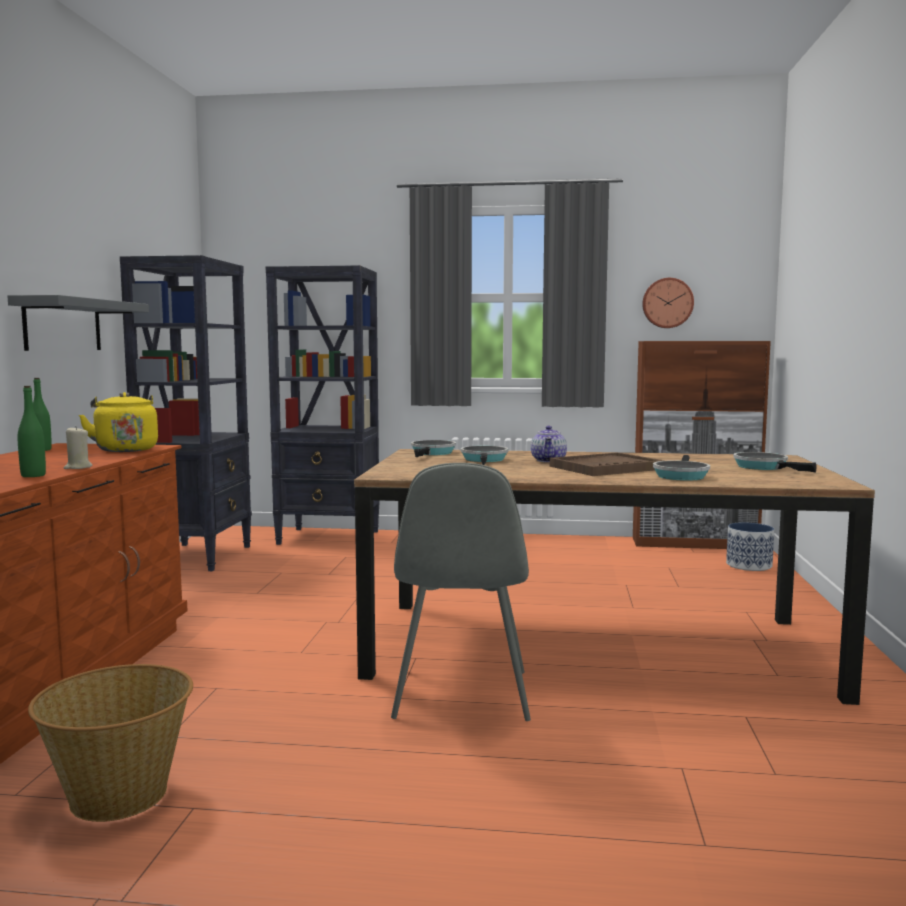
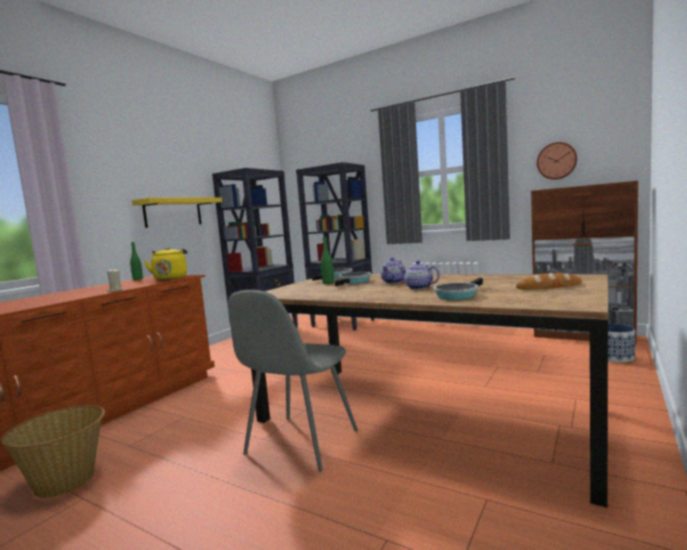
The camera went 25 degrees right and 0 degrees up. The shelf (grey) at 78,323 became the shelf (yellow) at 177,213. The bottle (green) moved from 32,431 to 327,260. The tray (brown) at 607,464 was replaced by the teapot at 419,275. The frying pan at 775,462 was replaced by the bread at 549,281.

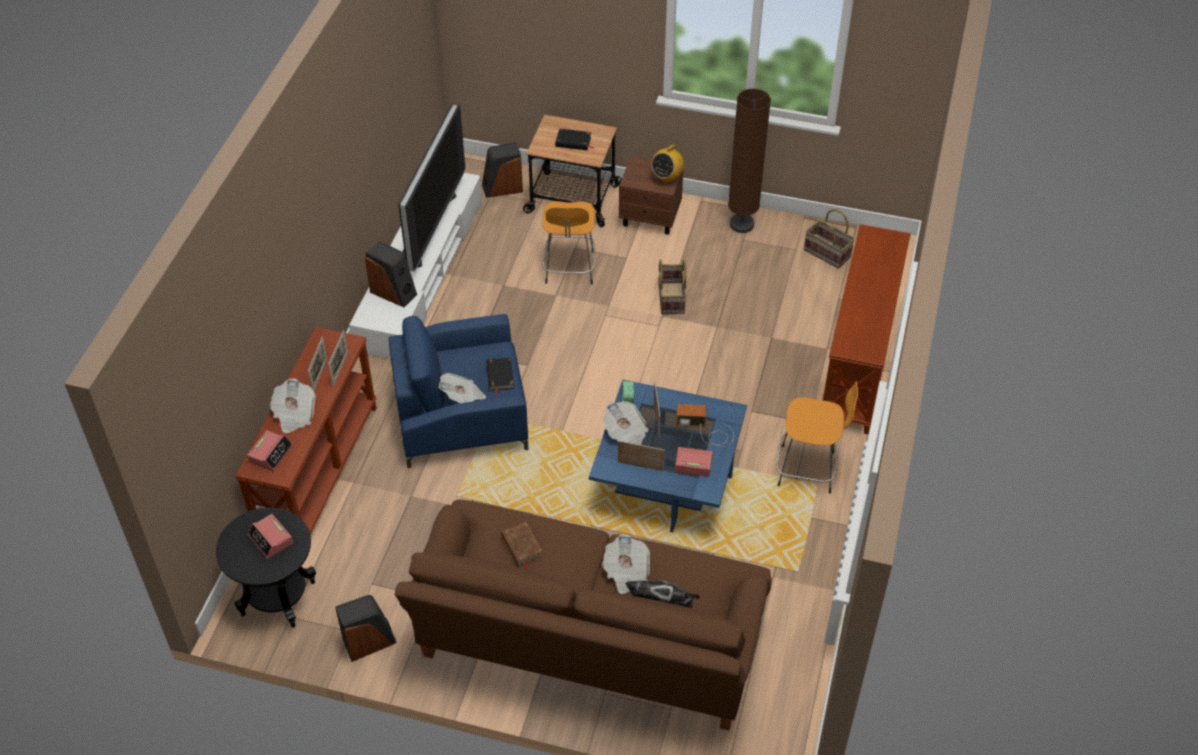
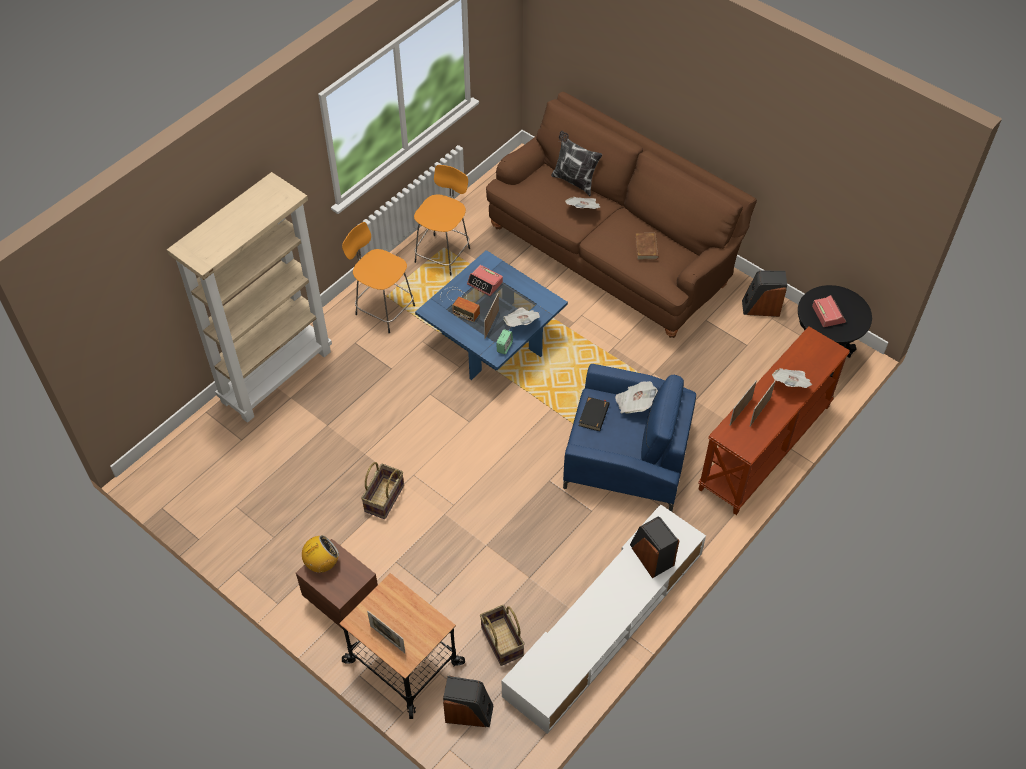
The camera went 155 degrees left and 5 degrees up. The floor lamp (brown) at 749,161 disappeared. The television at 431,187 disappeared. The book (black) at 574,139 disappeared. The stool (orange) moved from 569,242 to 442,220. The basket moved from 829,238 to 502,635. The console table (brown) at 866,329 was replaced by the bookcase (beige) at 249,297. The alarm clock at 270,451 disappeared. The picture frame moved from 641,456 to 386,632.

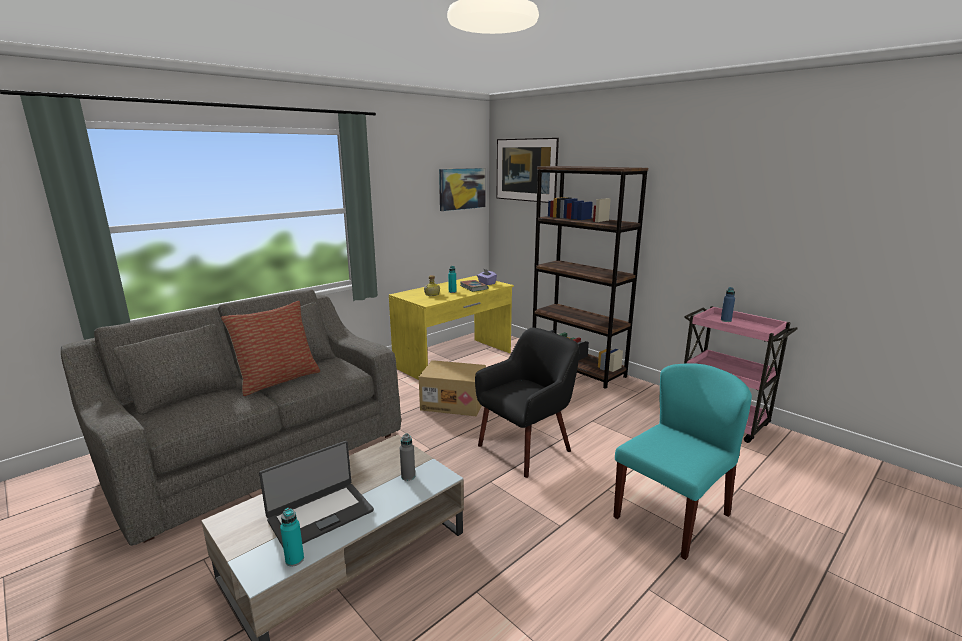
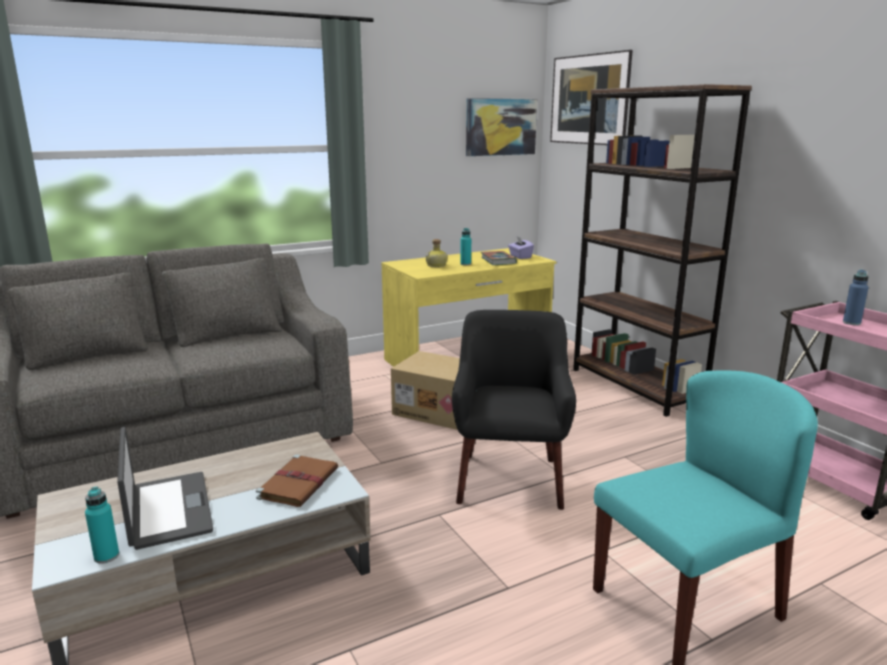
The camera went 15 degrees right and 0 degrees up. The pillow at 270,348 disappeared. The armchair (black) at 527,403 turned 60 degrees counterclockwise. The bottle (grey) at 407,457 was replaced by the book (brown) at 297,480. The laptop at 316,494 turned 90 degrees counterclockwise.

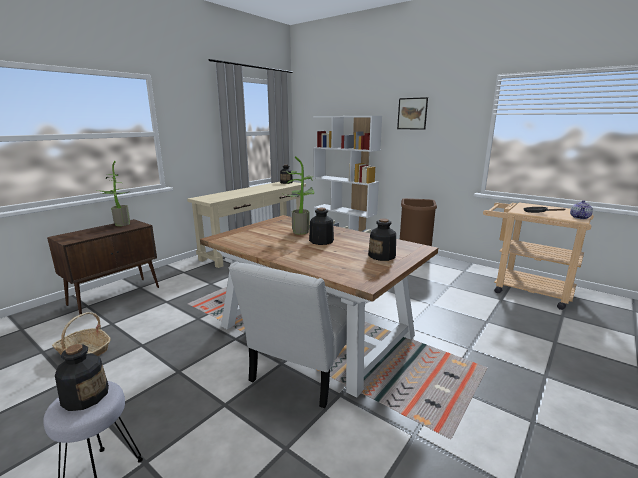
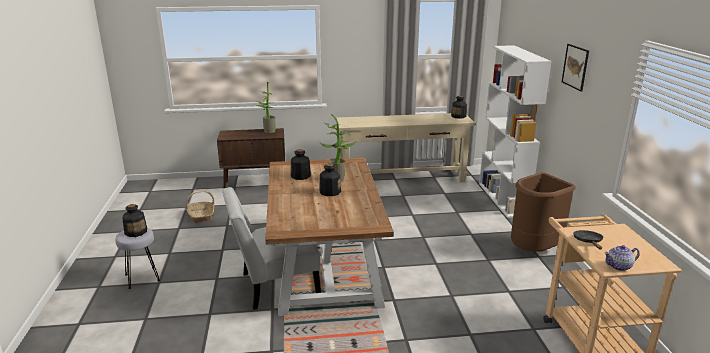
The camera went 45 degrees right and 5 degrees up. The bottle moved from 382,240 to 301,164.

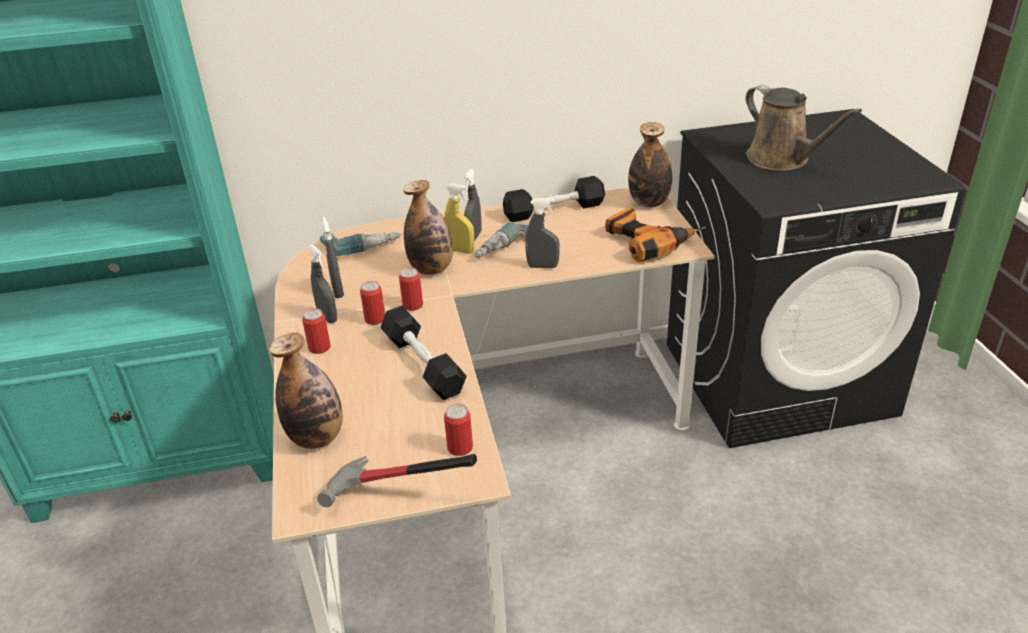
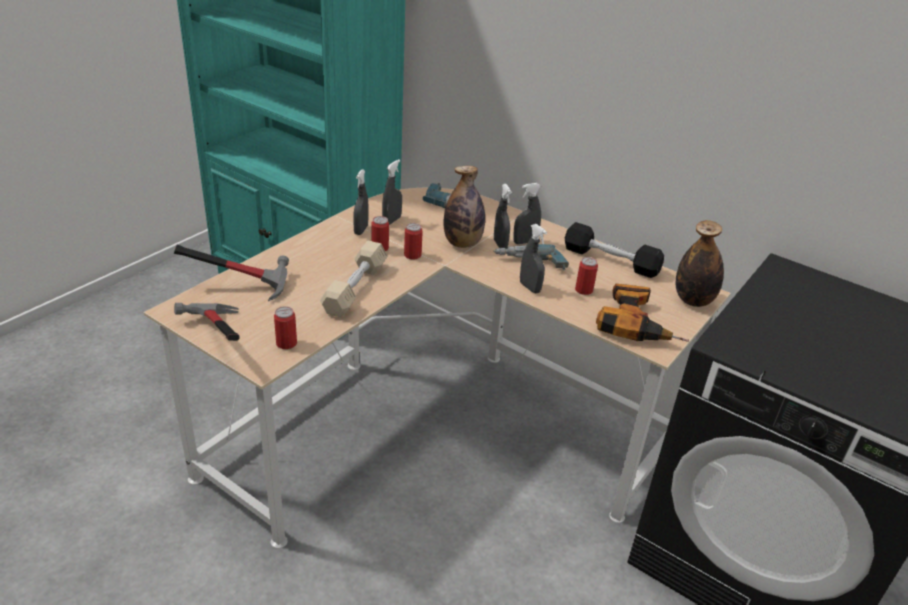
The camera went 45 degrees right and 0 degrees up. The watering can (brown) at 803,128 disappeared. The spray bottle (yellow) at 459,218 became the spray bottle (grey) at 503,216. The dumbbell (black) at 423,353 became the dumbbell (beige) at 354,279. The can moved from 316,331 to 586,276. The bottle at 306,391 was replaced by the hammer at 231,273.

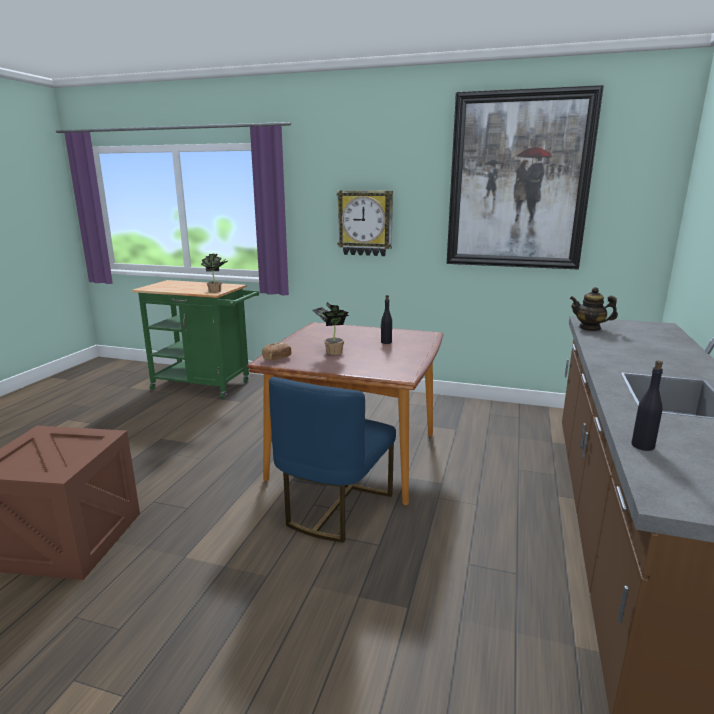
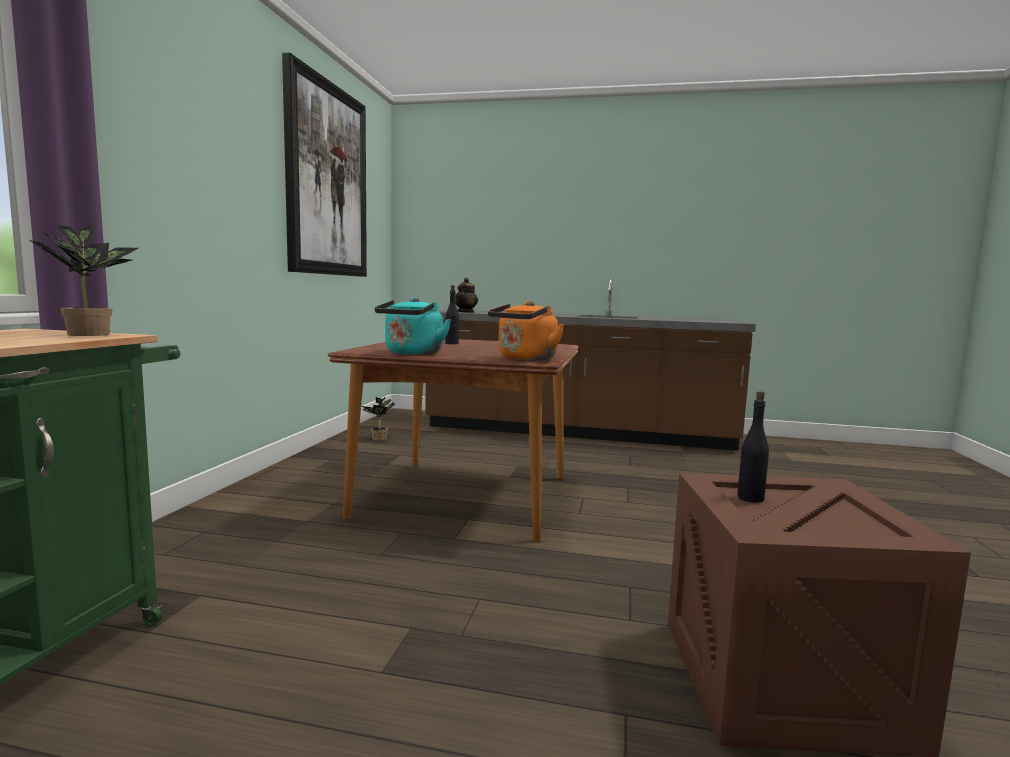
The camera went 95 degrees left and 10 degrees down. The wall clock at 365,223 disappeared. The potted plant moved from 330,328 to 378,419. The bread at 277,351 was replaced by the kettle (orange) at 526,331. The bottle (black) moved from 647,405 to 753,447. The chair (blue) at 332,460 disappeared. The kettle (turquoise) at 412,326 appeared.

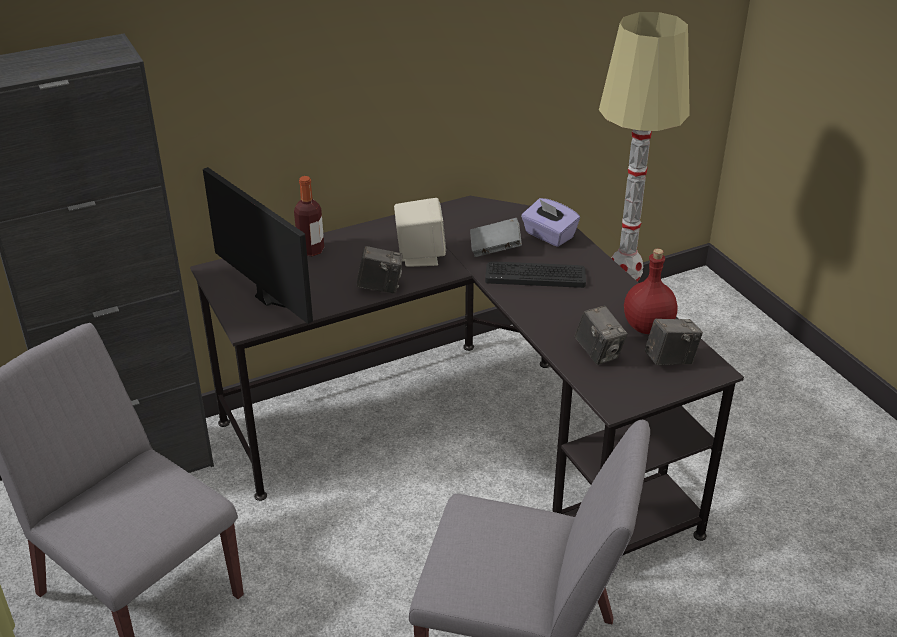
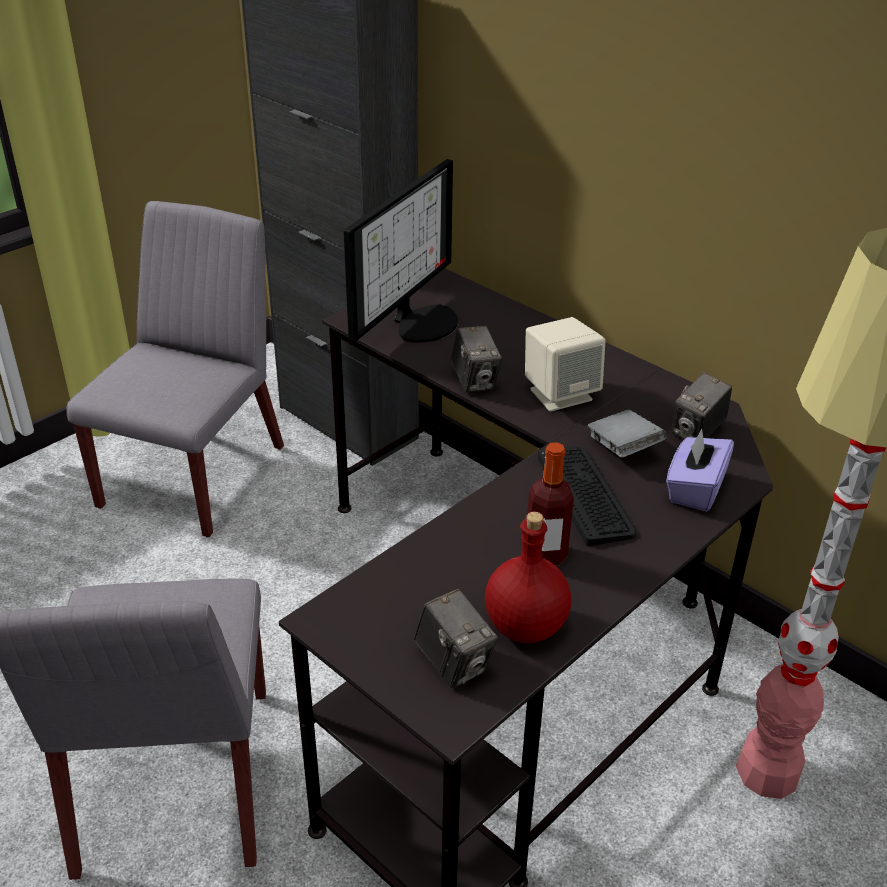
The camera went 70 degrees right and 0 degrees up. The bottle moved from 309,216 to 550,504. The photo camera moved from 601,335 to 701,405.

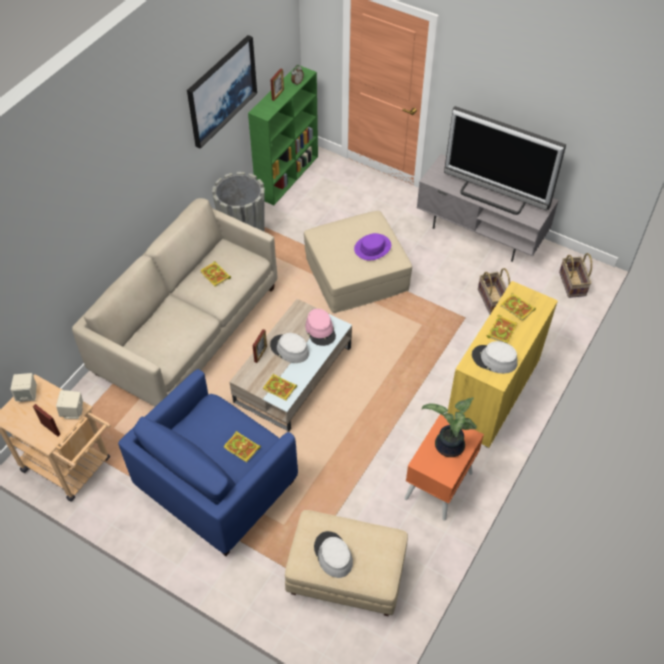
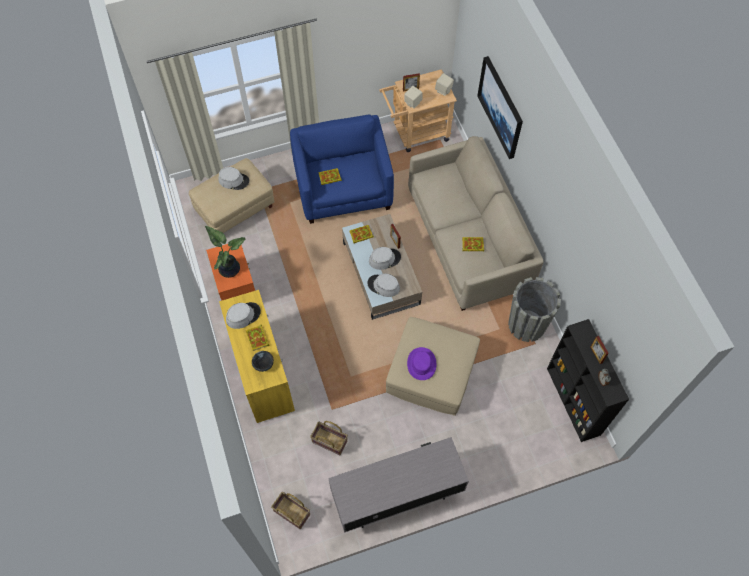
The camera went 130 degrees right and 10 degrees up. The picture moved from 222,92 to 500,107. The bookcase (green) at 283,135 became the bookcase (black) at 588,380. The television at 505,160 disappeared. The book at 518,307 was replaced by the bowl (black) at 263,361. The hat (pink) at 320,327 became the hat (grey) at 383,285.

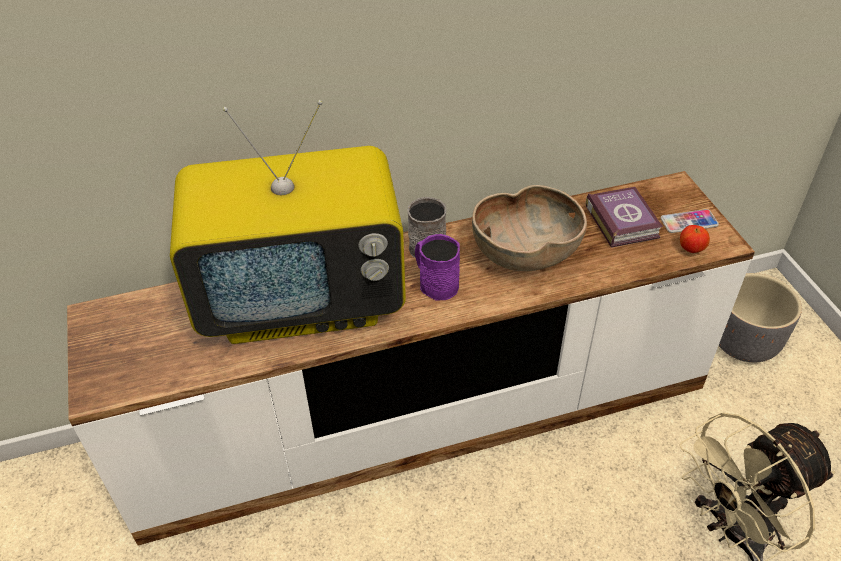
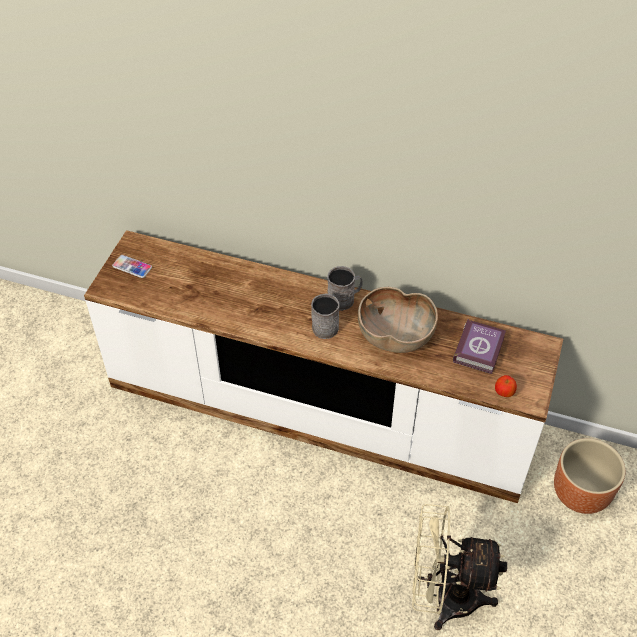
The camera went 35 degrees right and 5 degrees up. The television at 288,222 disappeared. The phone moved from 690,221 to 132,266. The mug (purple) at 437,267 became the mug (grey) at 325,316. The planter (grey) at 760,317 became the planter (brown) at 589,476.

